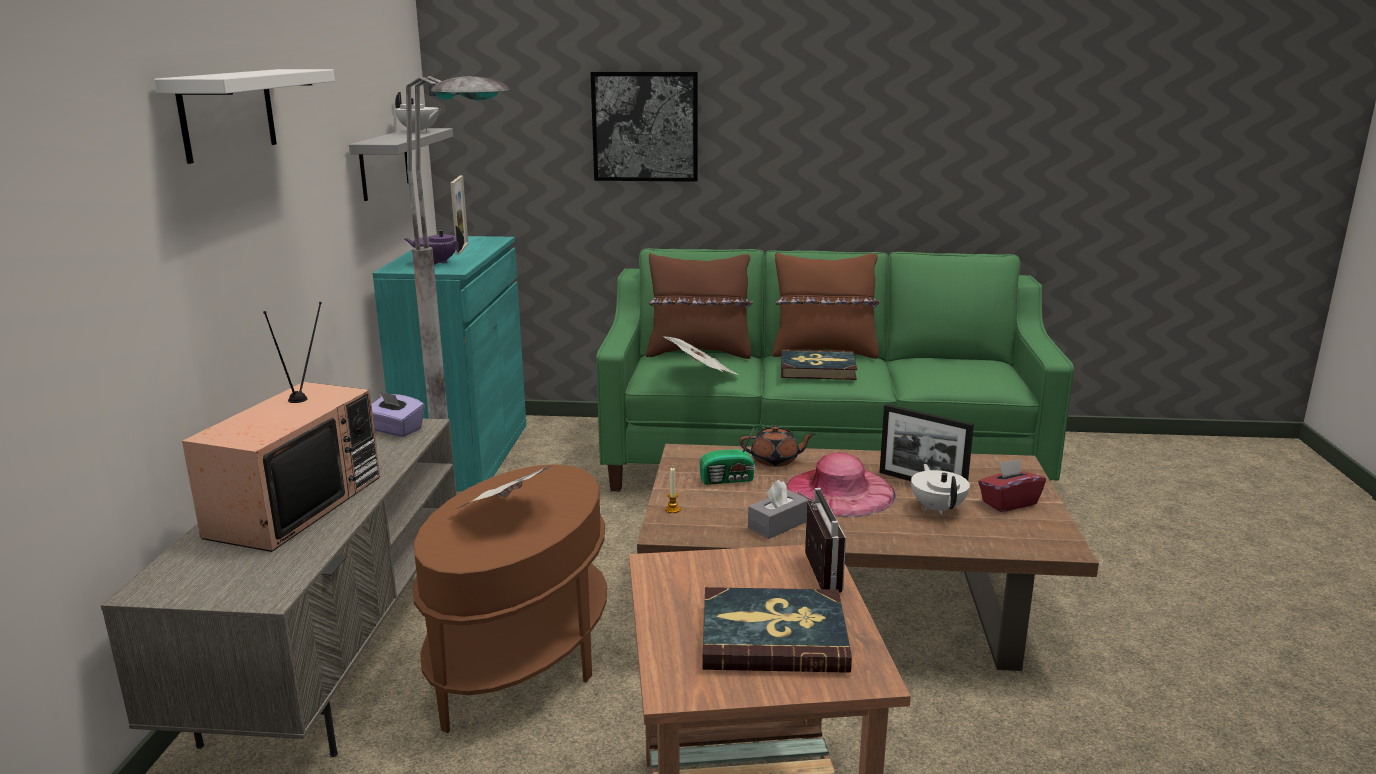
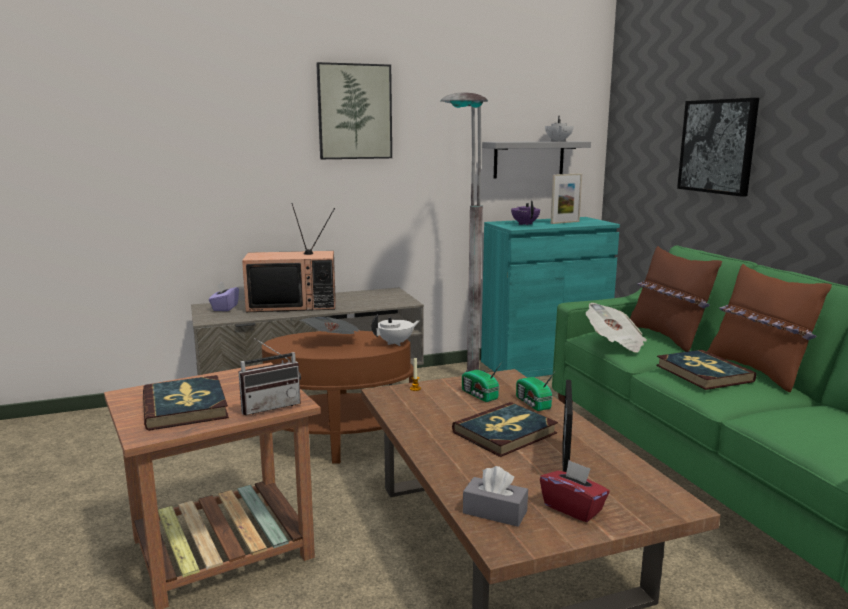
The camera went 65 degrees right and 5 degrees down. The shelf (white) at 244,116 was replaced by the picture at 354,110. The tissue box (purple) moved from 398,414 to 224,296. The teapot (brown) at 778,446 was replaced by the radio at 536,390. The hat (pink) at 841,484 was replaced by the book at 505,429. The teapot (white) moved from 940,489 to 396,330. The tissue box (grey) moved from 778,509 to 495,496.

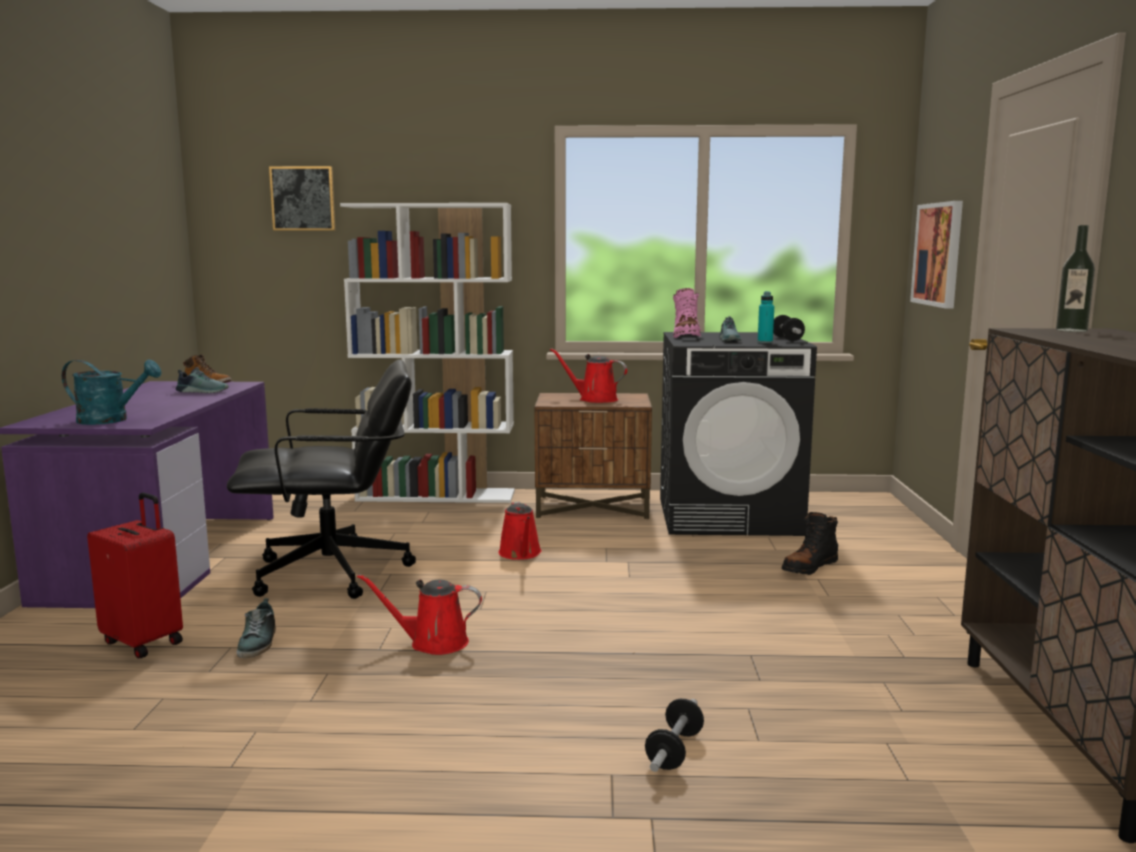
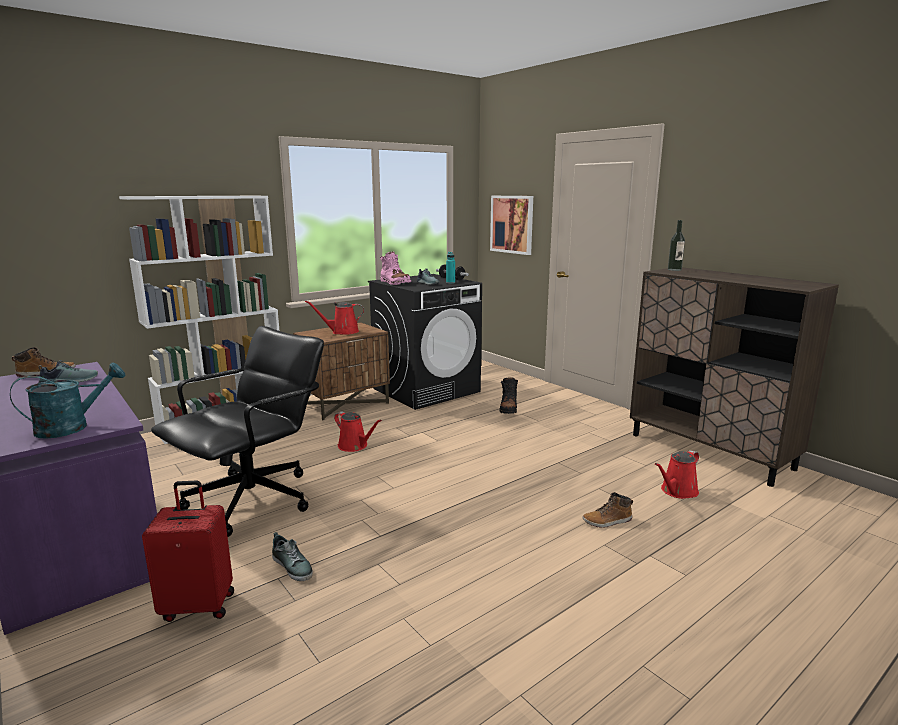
The camera went 40 degrees left and 5 degrees up. The picture at 302,198 disappeared. The watering can (red) moved from 419,614 to 677,474. The dumbbell at 674,735 was replaced by the boot at 607,510.

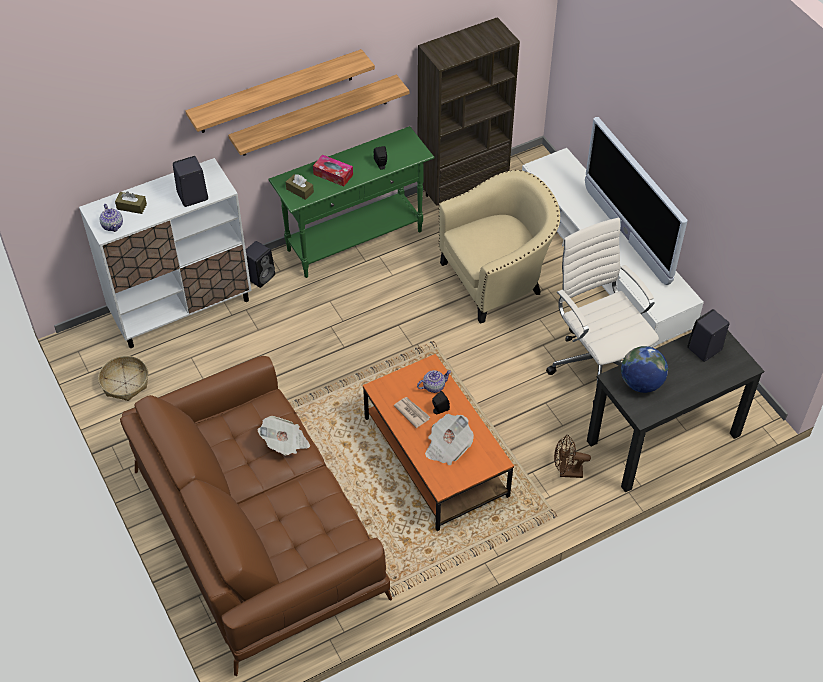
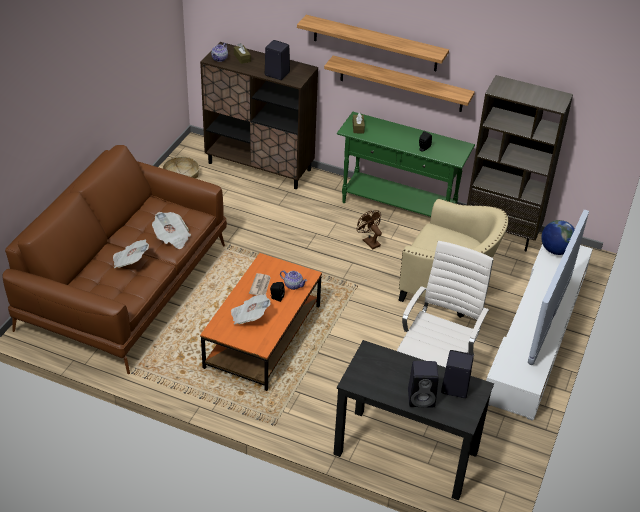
The camera went 50 degrees right and 10 degrees down. The tissue box at 333,170 disappeared. The cabinet (white) at 165,253 became the cabinet (brown) at 259,115. The speaker (black) moved from 260,264 to 423,384. The globe moved from 644,369 to 558,237. The fan (brown) moved from 572,456 to 369,229. The newspaper at 131,254 appeared.

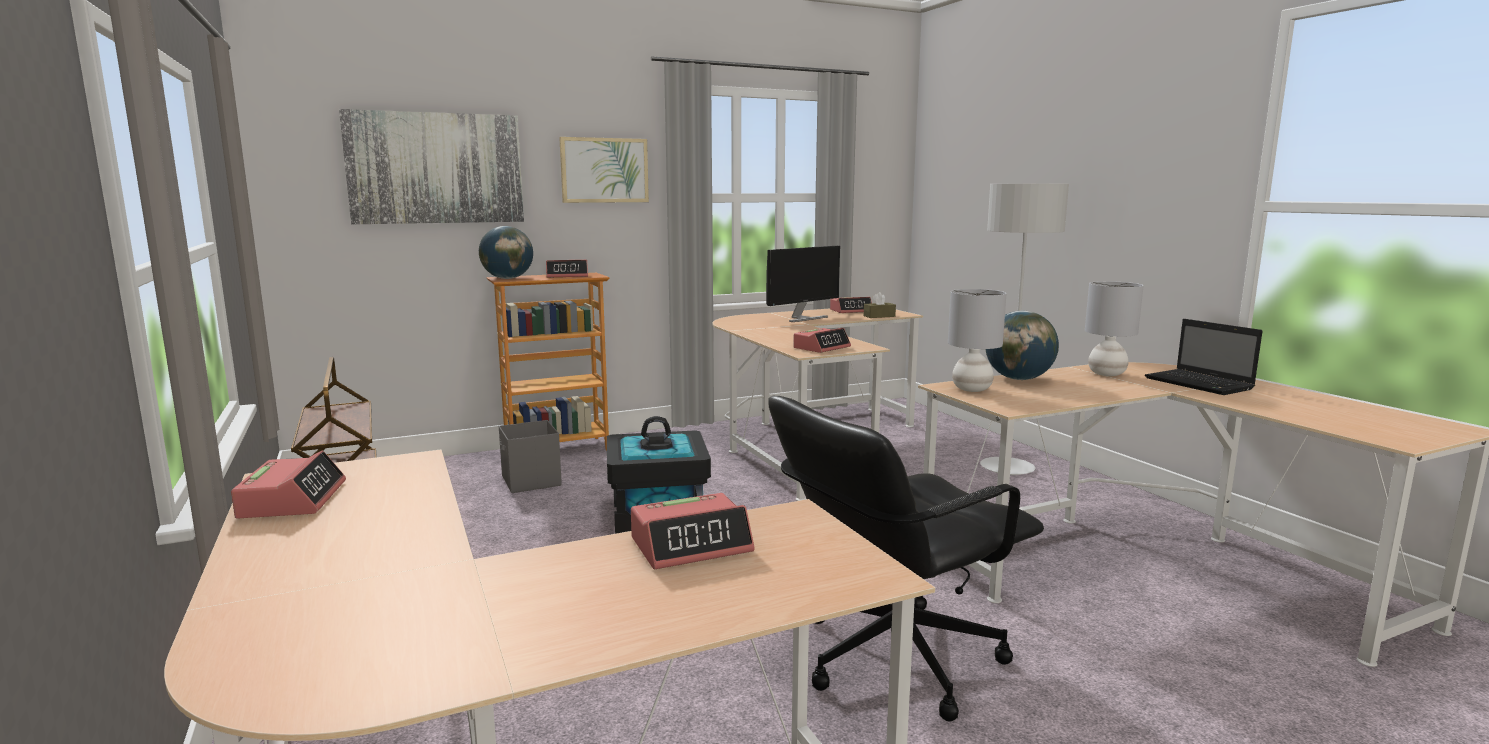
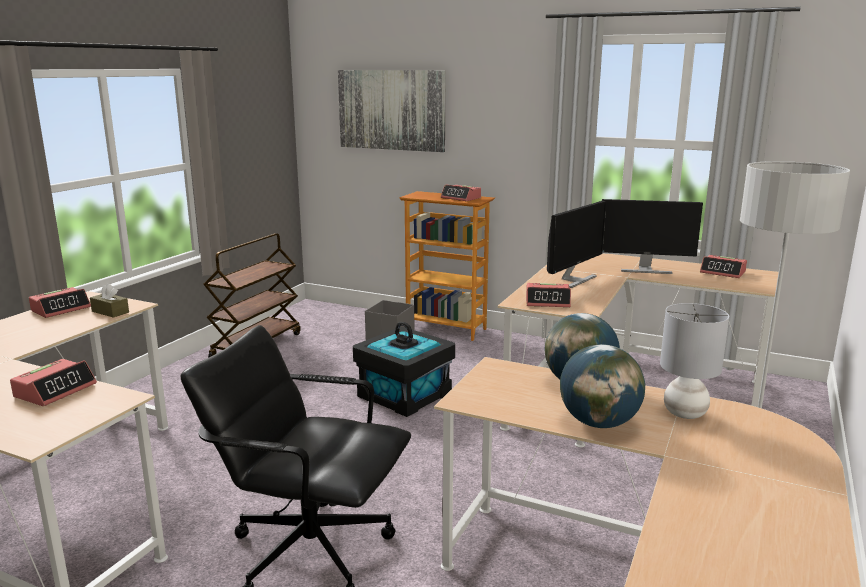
The camera went 50 degrees right and 5 degrees up. The picture at 604,170 disappeared. The globe moved from 506,252 to 602,386. The table lamp (grey) at 977,340 disappeared. The tissue box (brown) moved from 880,305 to 109,300. The laptop at 1203,357 disappeared. The alarm clock at 693,531 turned 90 degrees counterclockwise. The monitor at 576,244 appeared.

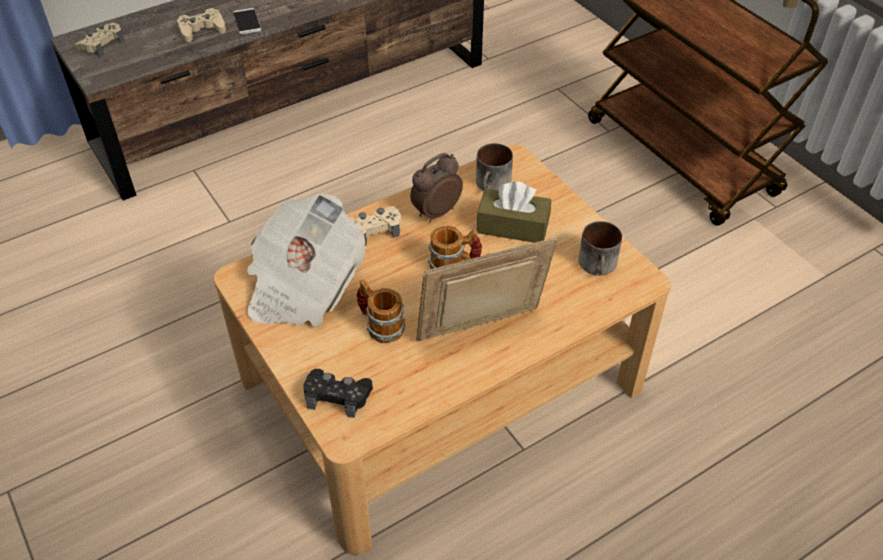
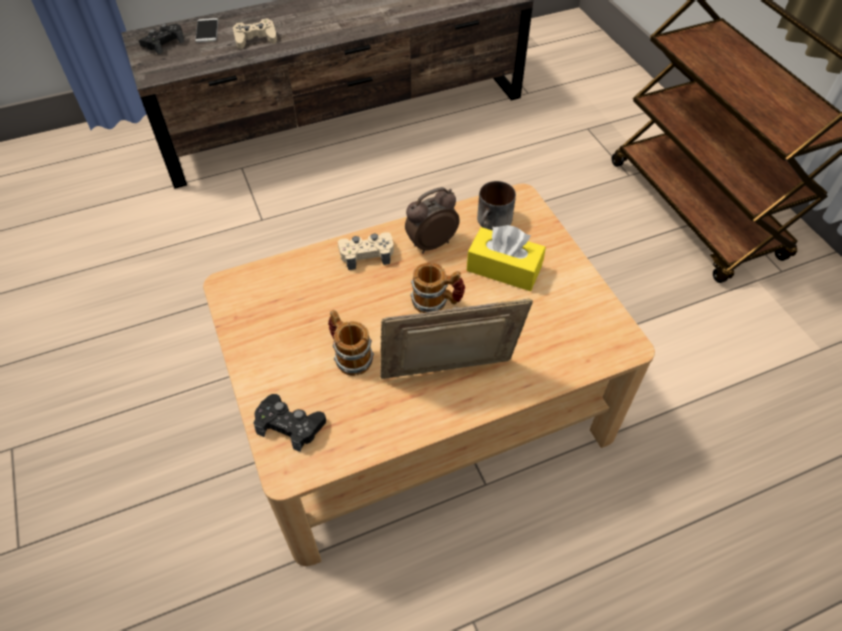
The camera went 10 degrees right and 5 degrees up. The phone moved from 247,21 to 206,30. The game controller (beige) at 100,40 became the game controller (black) at 161,39. The tissue box (brown) at 514,212 became the tissue box (yellow) at 506,258. The newspaper at 306,259 disappeared. The mug at 600,248 disappeared.

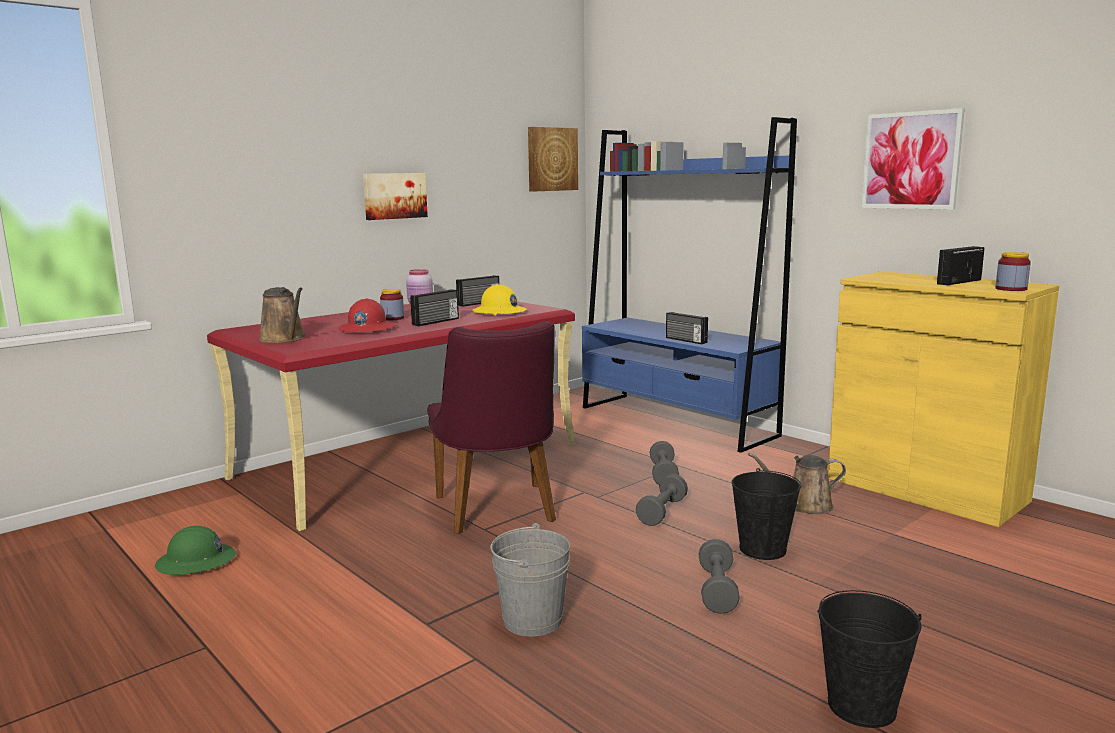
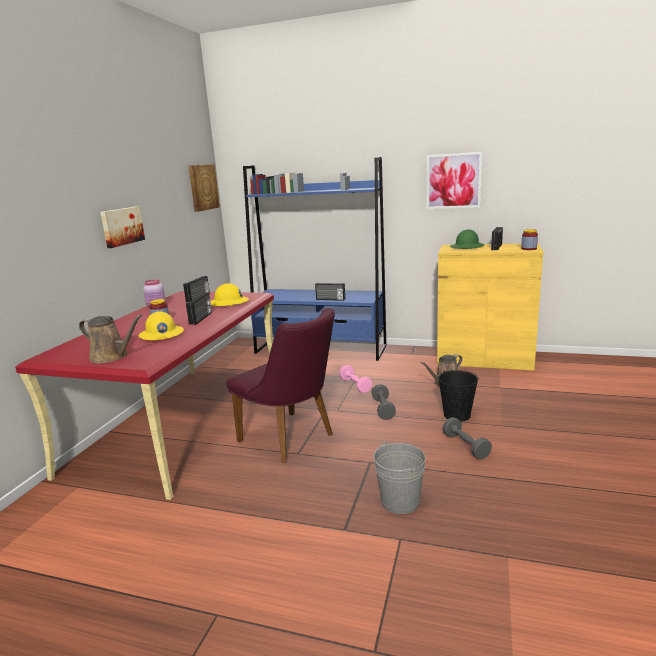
The camera went 30 degrees left and 5 degrees up. The hard hat (red) at 367,315 became the hard hat (yellow) at 161,325. The dumbbell (grey) at 664,463 became the dumbbell (pink) at 356,379. The hard hat (green) moved from 195,550 to 467,239. The bucket (black) at 869,659 disappeared.

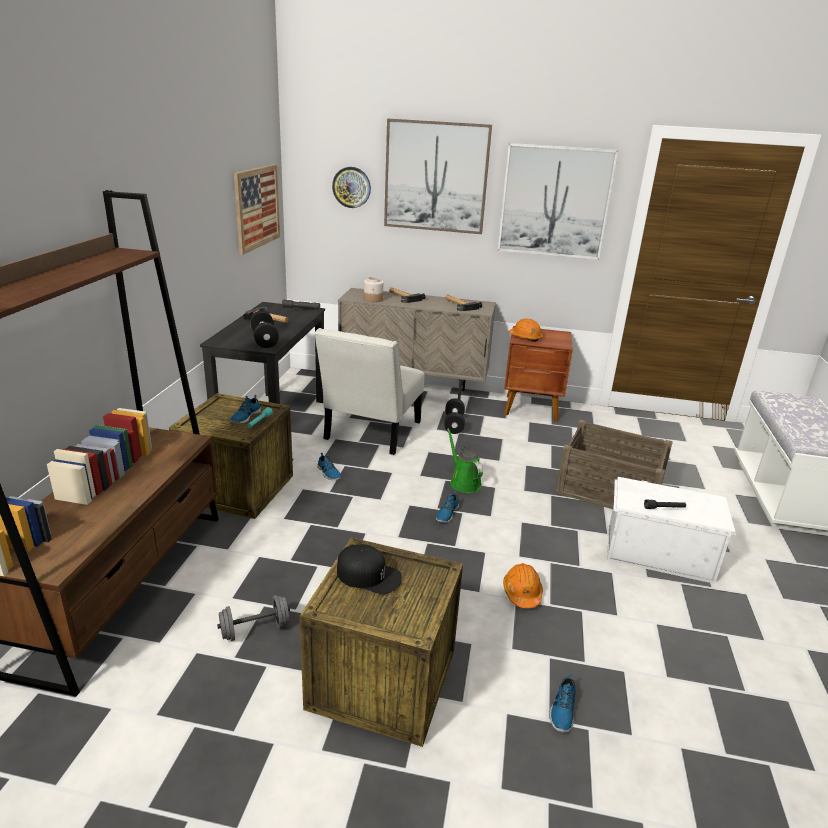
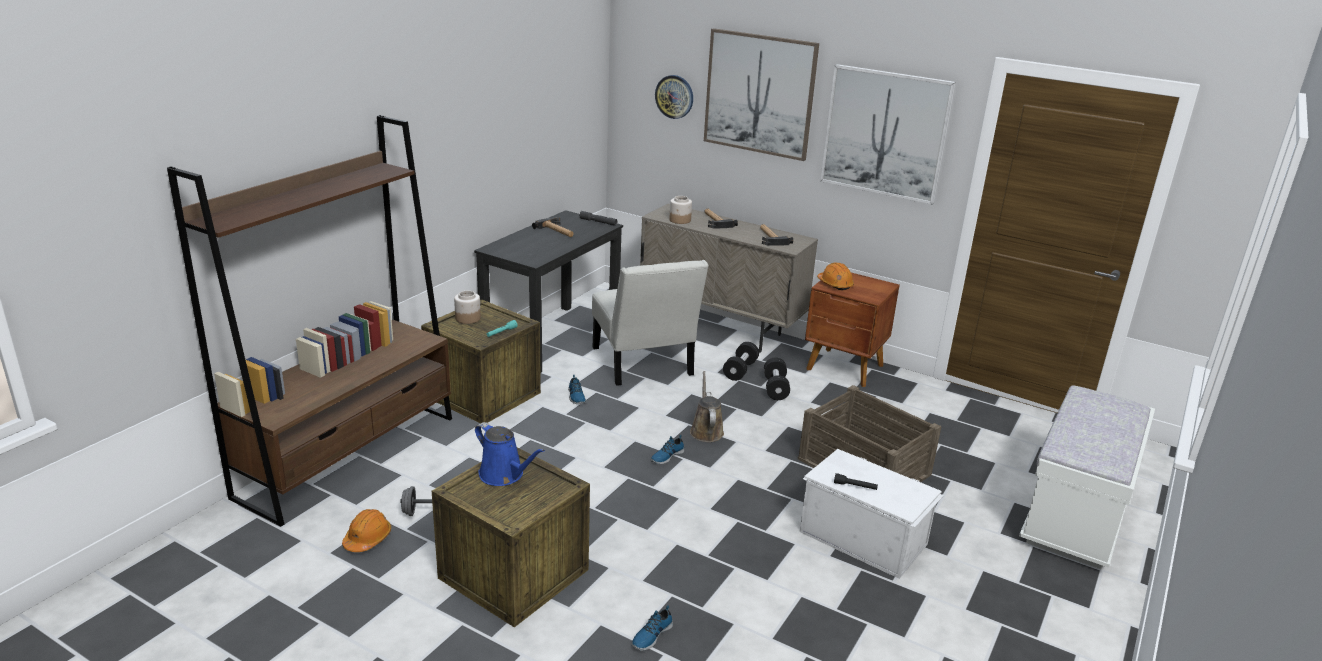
The camera went 20 degrees right and 0 degrees up. The picture at 257,209 disappeared. The dumbbell (black) moved from 264,329 to 777,379. The chair (white) at 369,391 turned 60 degrees counterclockwise. The shoe at 245,409 disappeared. The watering can (green) at 465,460 became the watering can (brown) at 707,406. The cap (black) at 369,569 was replaced by the watering can (blue) at 510,454. The hard hat (orange) moved from 523,585 to 366,530. The jar at 467,307 appeared.

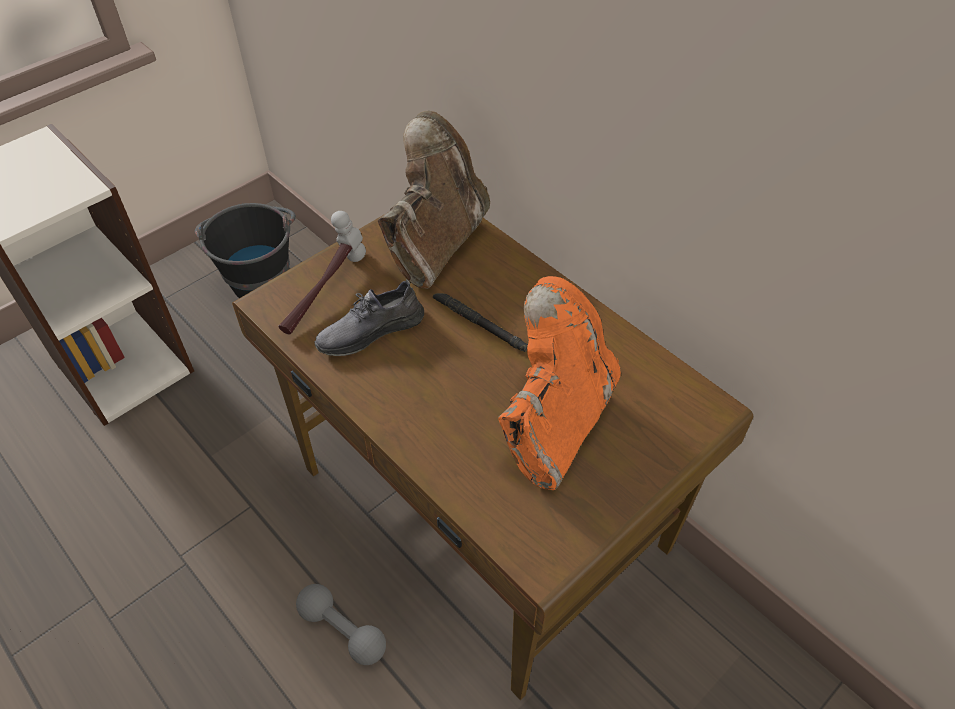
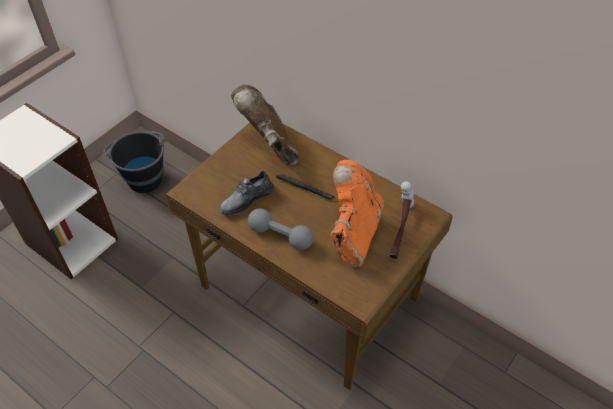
The camera went 10 degrees left and 0 degrees up. The boot (brown) at 434,200 turned 45 degrees counterclockwise. The hammer moved from 322,273 to 402,220. The dumbbell (grey) moved from 341,624 to 280,229.

